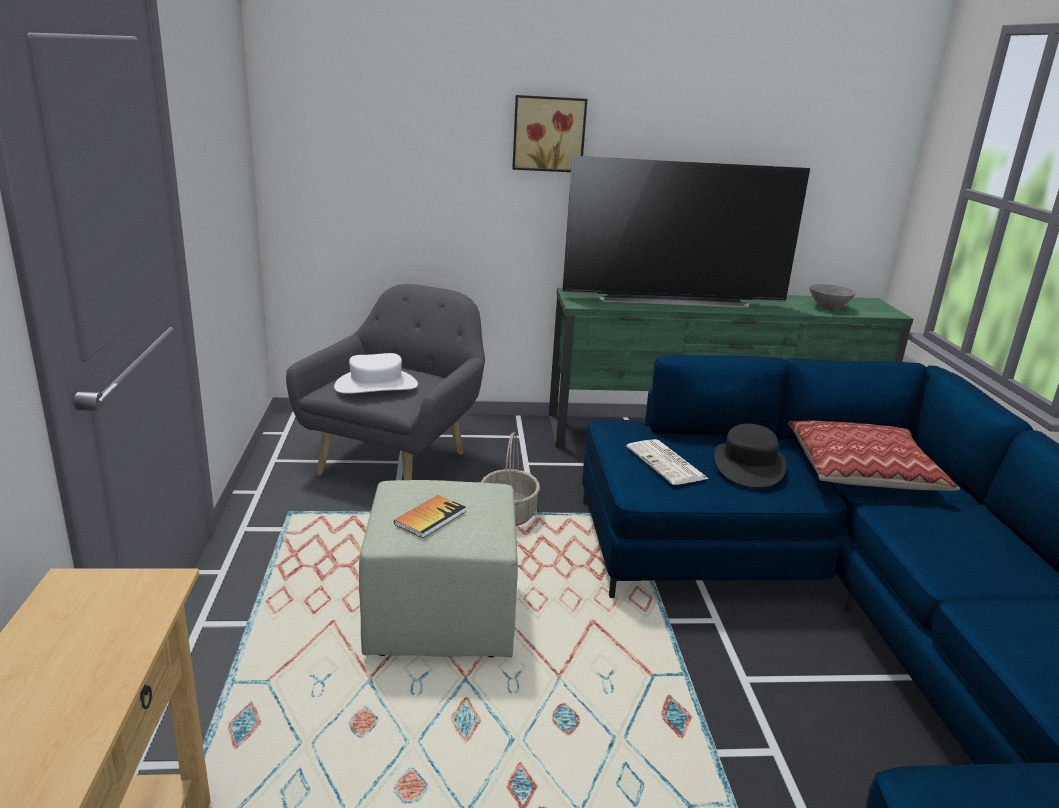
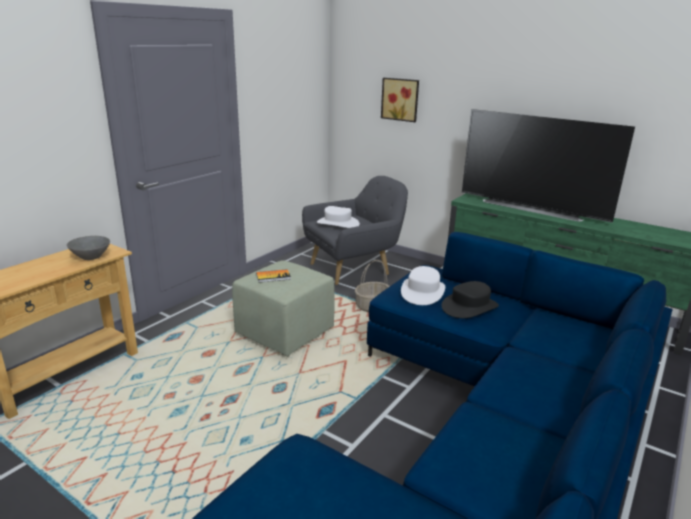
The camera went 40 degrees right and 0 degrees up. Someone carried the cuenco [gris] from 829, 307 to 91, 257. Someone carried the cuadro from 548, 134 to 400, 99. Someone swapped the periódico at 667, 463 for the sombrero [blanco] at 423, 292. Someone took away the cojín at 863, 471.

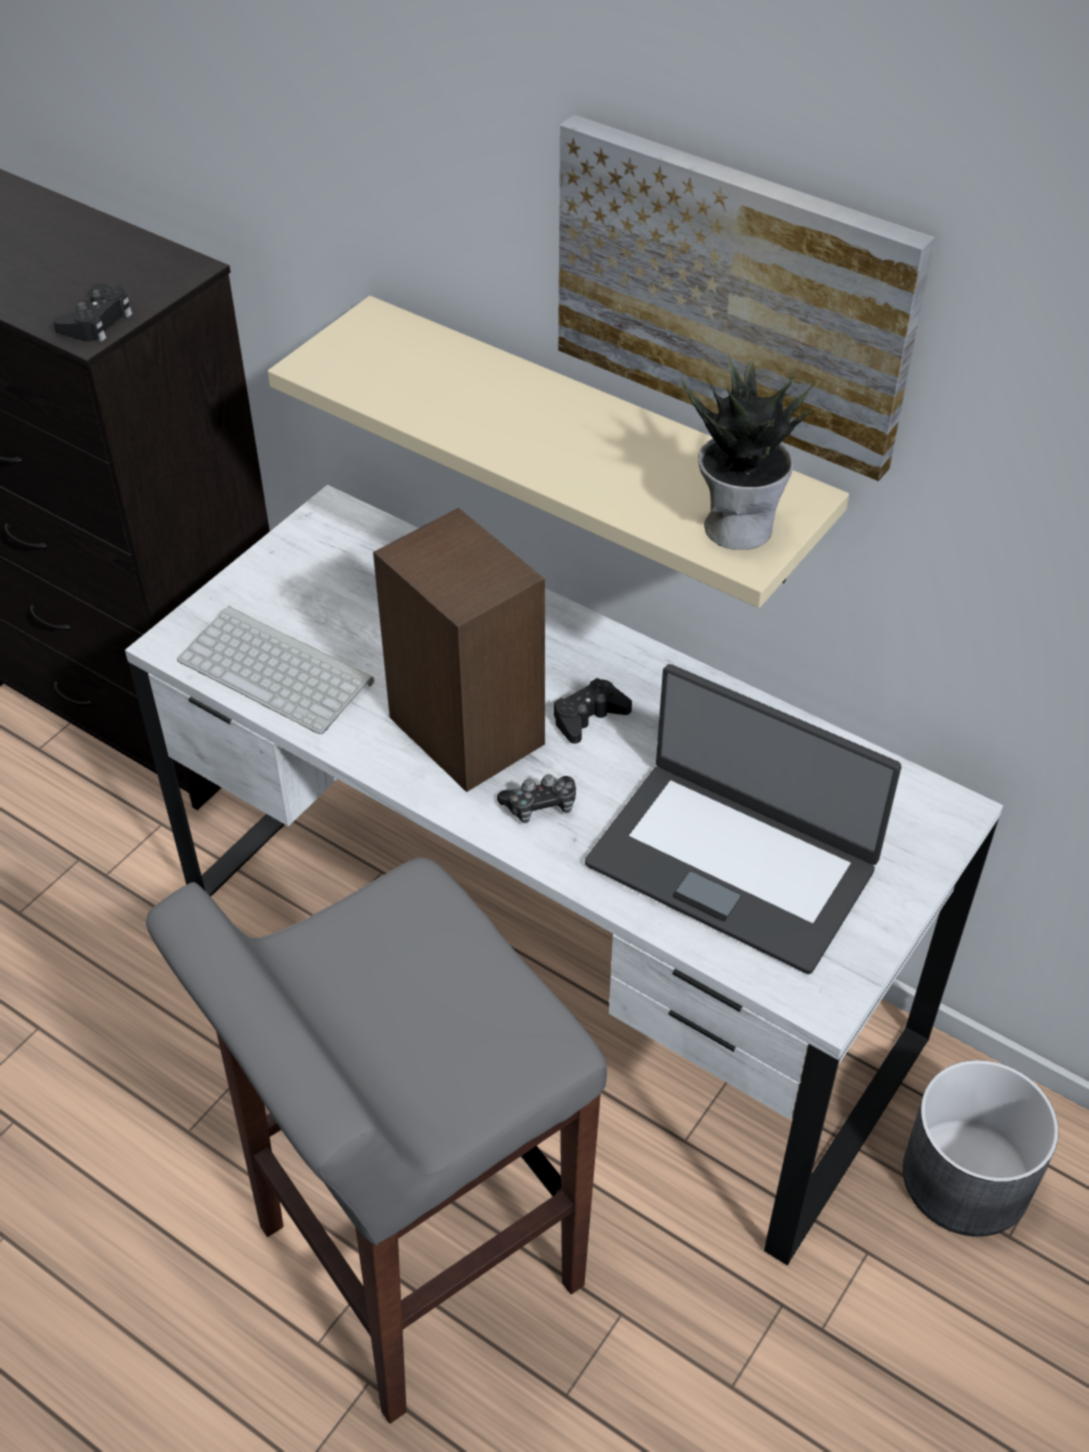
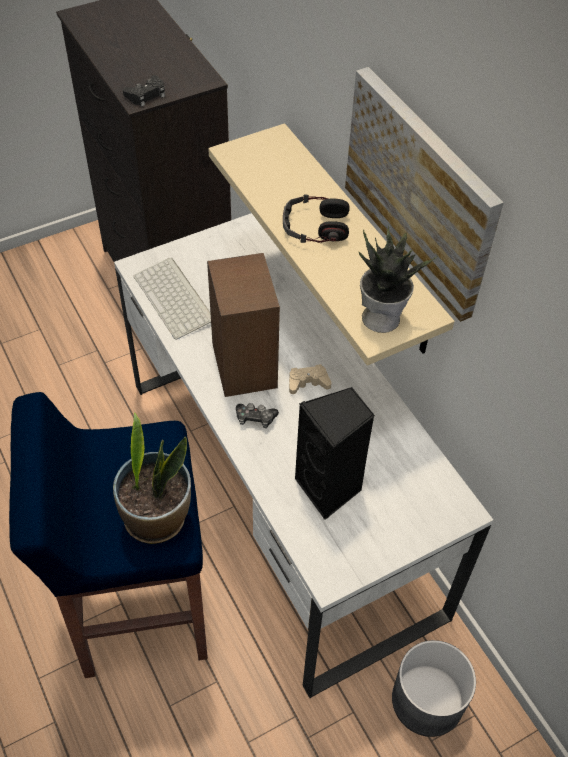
The camera went 25 degrees right and 5 degrees up. Someone repainted the taburete [gris] at 414, 1258, which became the taburete [azul] at 138, 608. Someone put down the planta en maceta at 157, 518. Someone put down the auriculares at 315, 227. Someone repainted the mando de consola [negro] at 588, 717, which became the mando de consola [beis] at 308, 382. Someone swapped the portátil at 732, 863 for the altavoz [negro] at 330, 489.

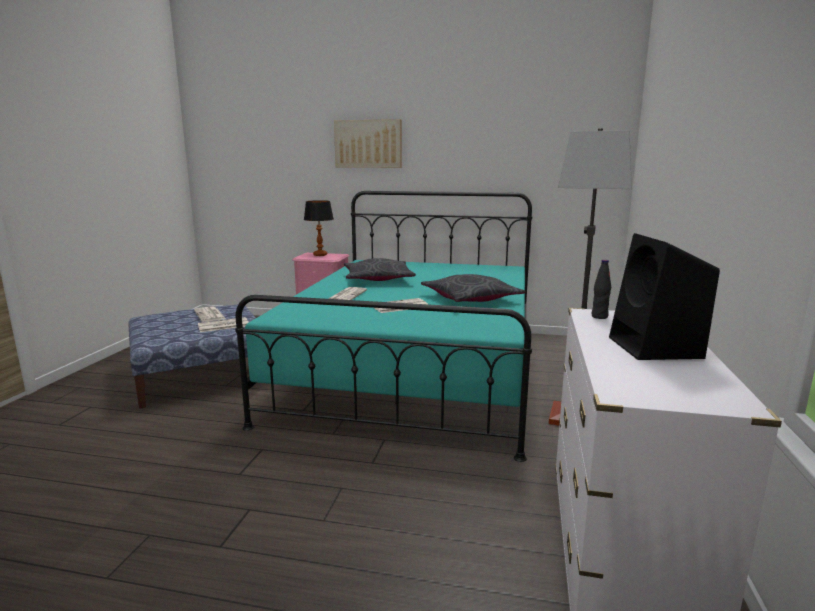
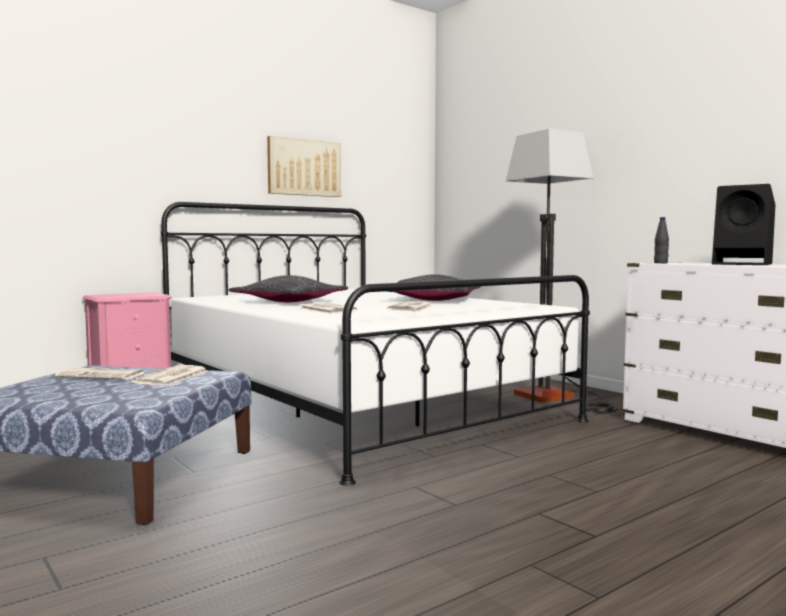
The camera went 50 degrees left and 10 degrees down. Someone repainted the cama [turquesa] at 414, 371, which became the cama [blanco] at 358, 406. Someone carried the cuadro from 368, 144 to 304, 168. Someone took away the lámpara de mesa at 320, 255.

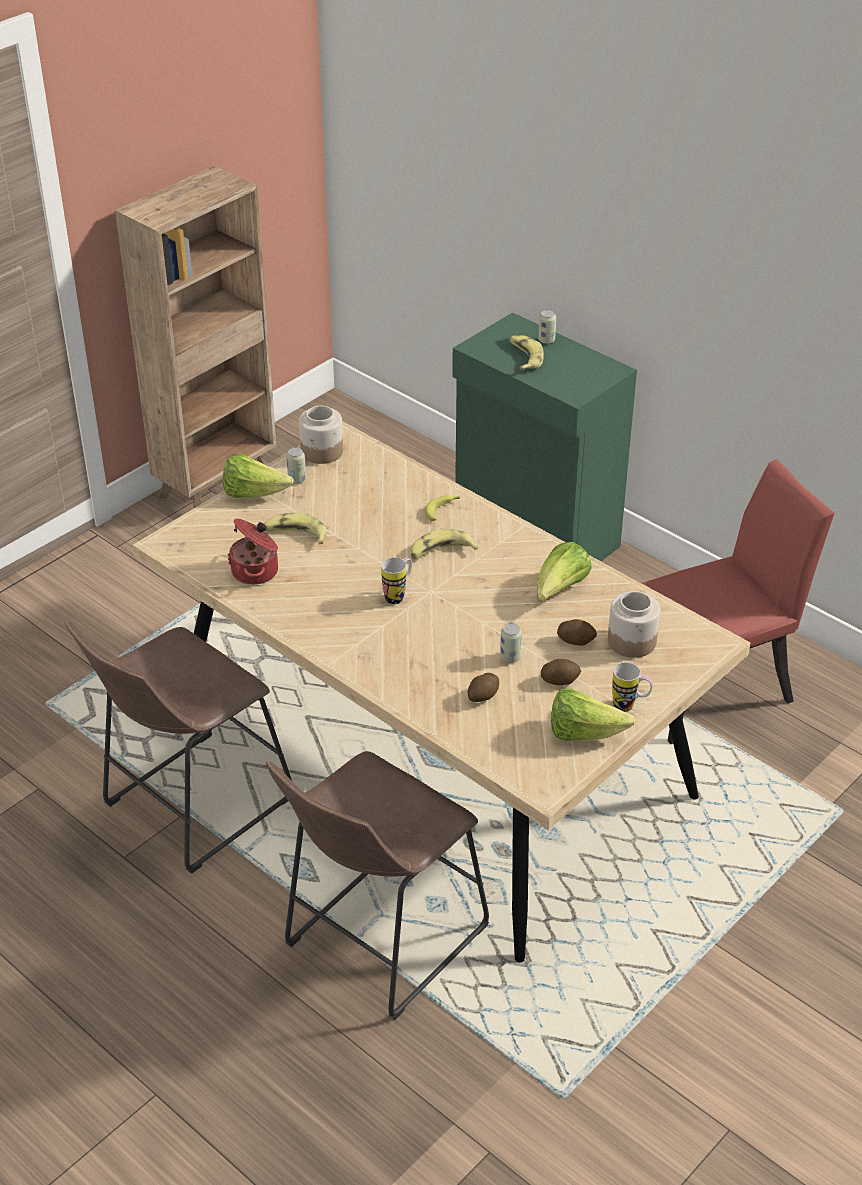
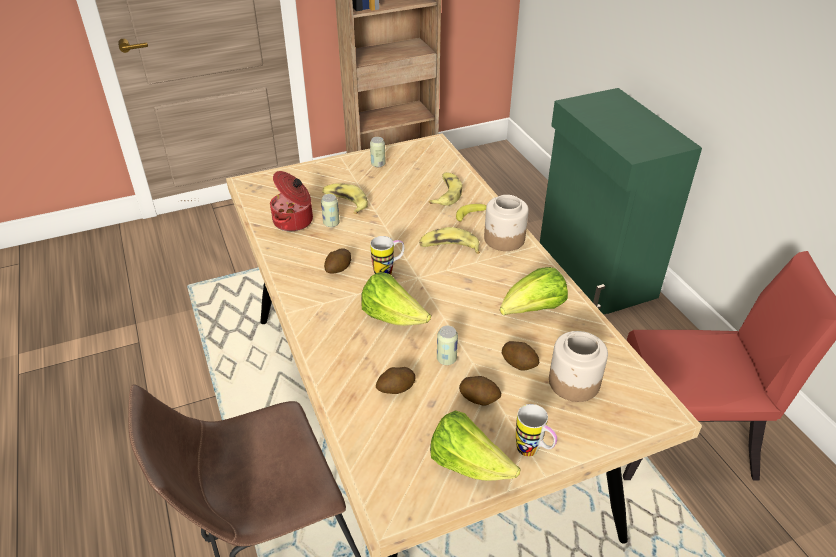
The camera went 25 degrees right and 0 degrees up. Someone carried the lata from 546, 340 to 331, 223. Someone put down the patata at 338, 269. Someone carried the lechuga from 253, 493 to 393, 317. Someone carried the plátano from 524, 357 to 445, 194. Someone carried the tarro from 322, 452 to 504, 239. Someone took away the taburete [marrón] at 190, 807.

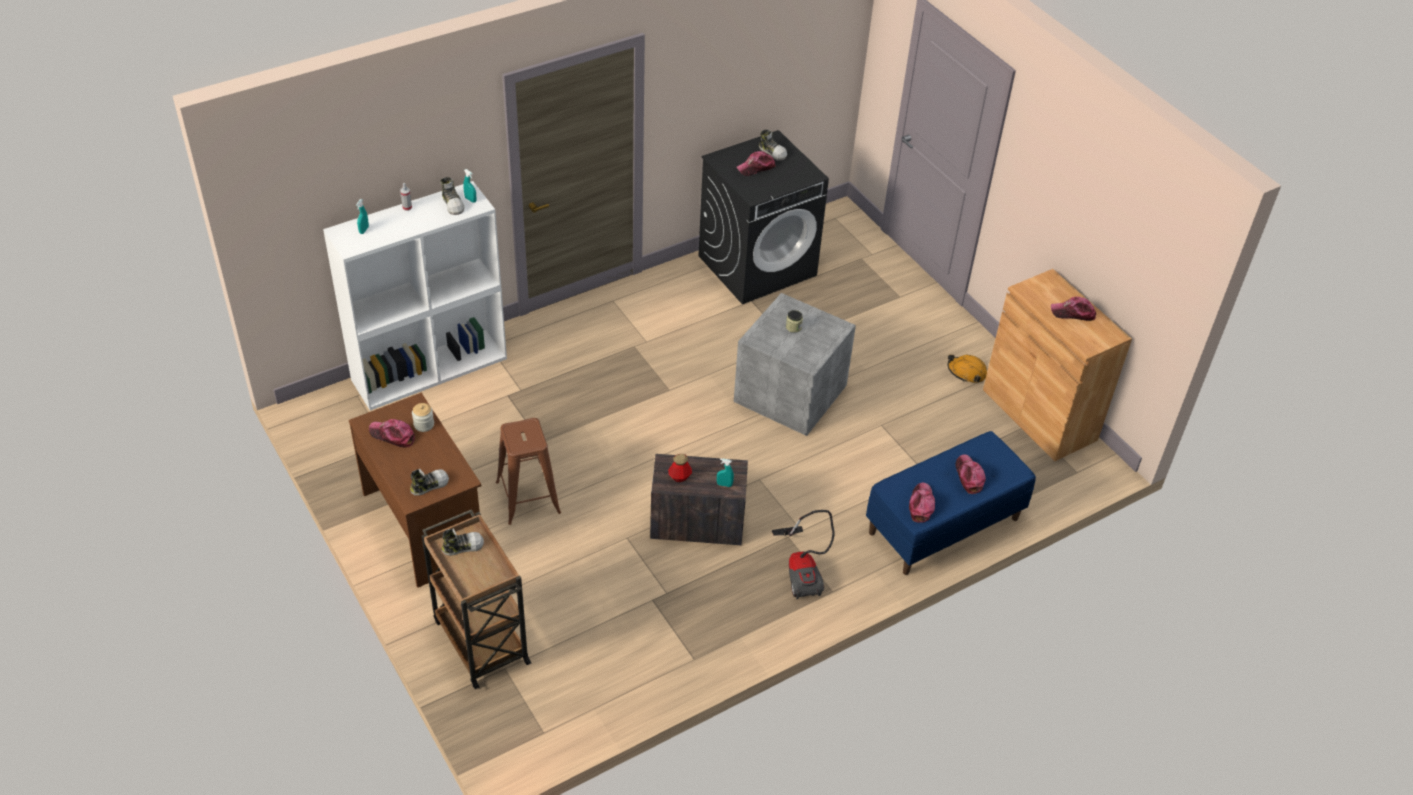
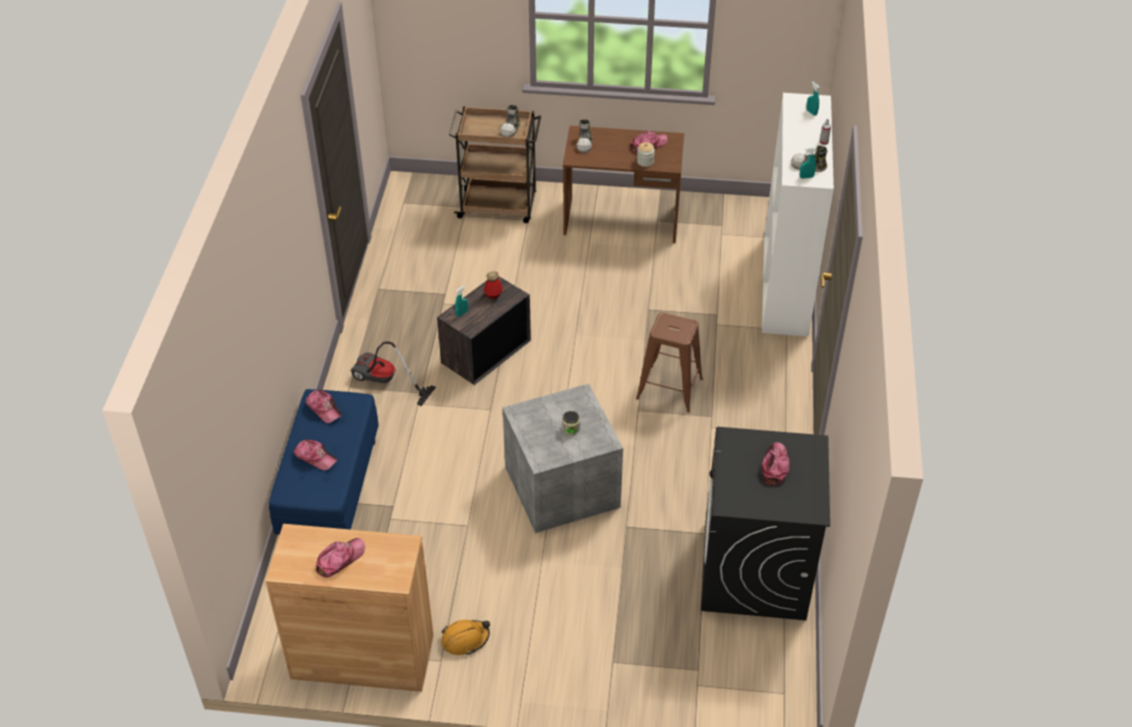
The camera went 130 degrees right and 0 degrees up. Someone carried the taburete [marrón] from 528, 497 to 670, 389. Someone took away the zapato at 772, 152.

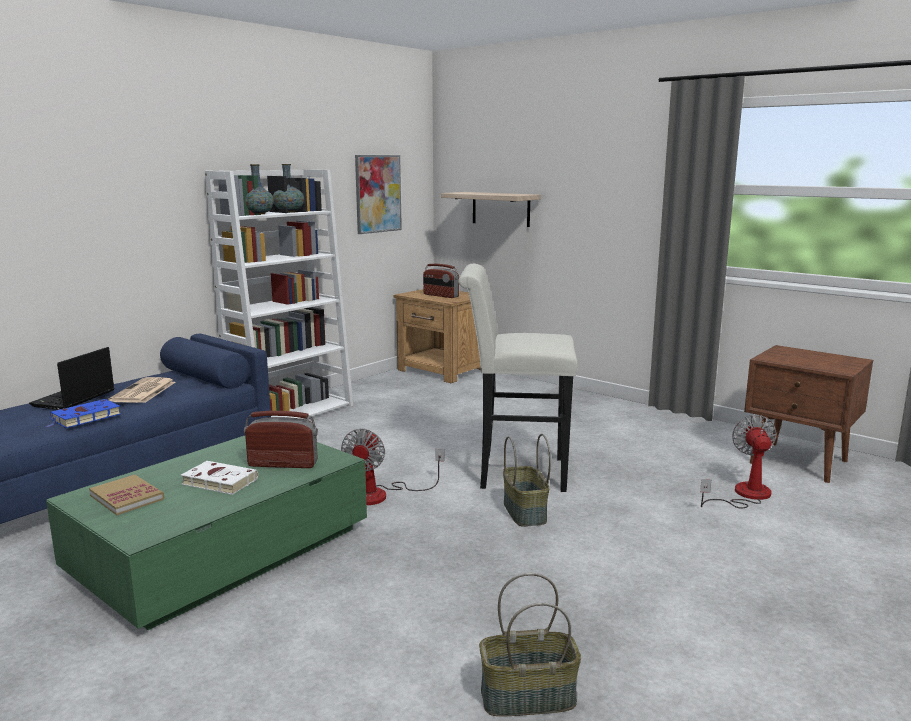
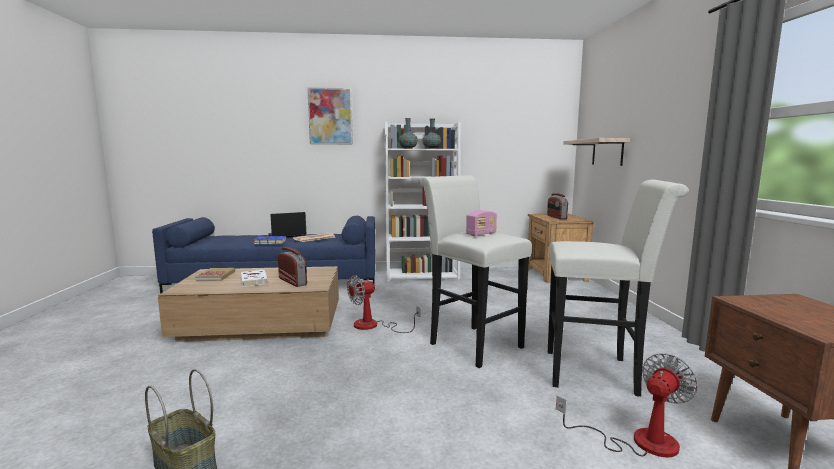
The camera went 45 degrees right and 5 degrees down. Someone repainted the mesa de centro [verde] at 223, 551, which became the mesa de centro [marrón] at 261, 323. Someone carried the cuadro from 378, 194 to 330, 116. Someone put down the radio at 481, 234. Someone put down the taburete [blanco] at 598, 373. Someone took away the cesta at 523, 512.

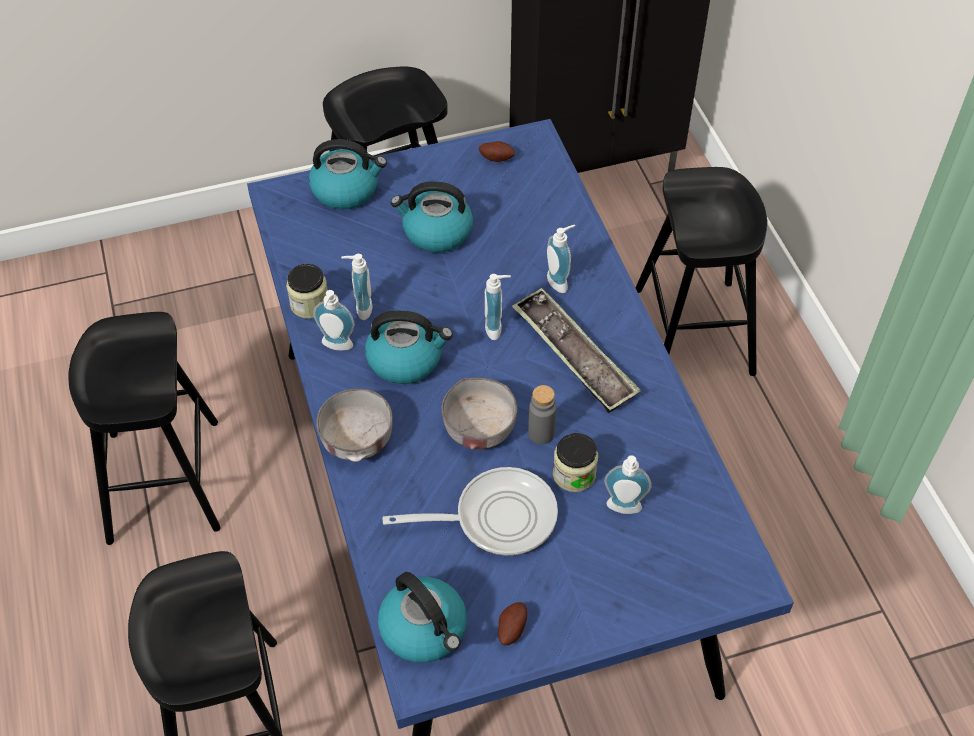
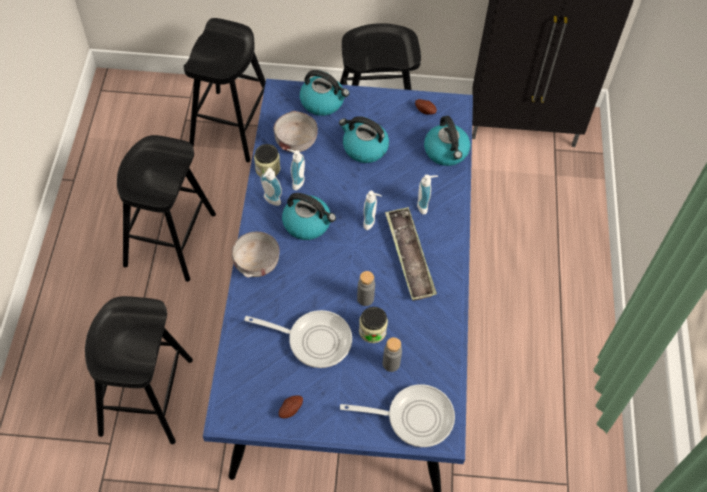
The camera went 20 degrees right and 5 degrees up. Someone carried the taburete [negro] from 693, 330 to 232, 125. Someone carried the cuenco [gris] from 479, 427 to 295, 141. Someone put down the sartén at 414, 417. Someone swapped the dispensador de jabón at 623, 510 for the botella [gris] at 391, 364. Someone carried the hervidor from 425, 629 to 446, 152.

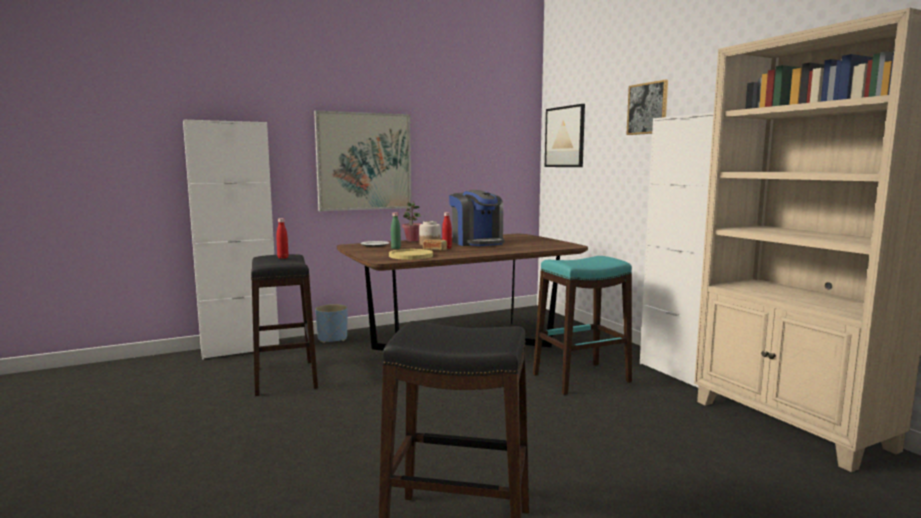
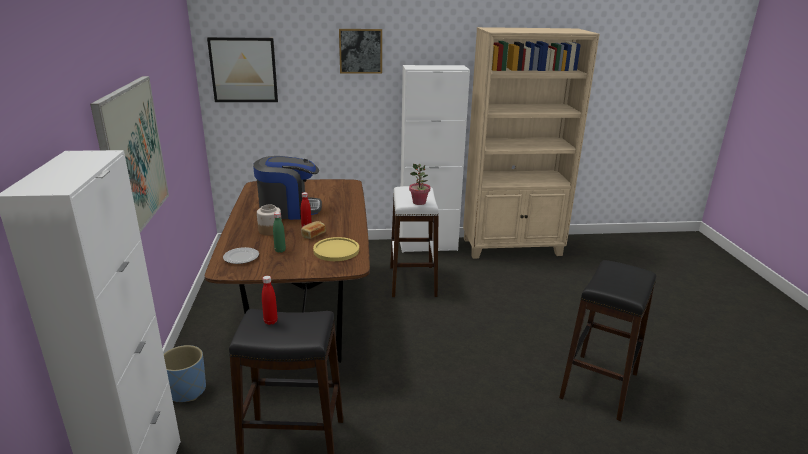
The camera went 70 degrees left and 15 degrees up. Someone repainted the taburete [turquesa] at 581, 378, which became the taburete [blanco] at 413, 281. Someone carried the planta en maceta from 412, 240 to 419, 202.

